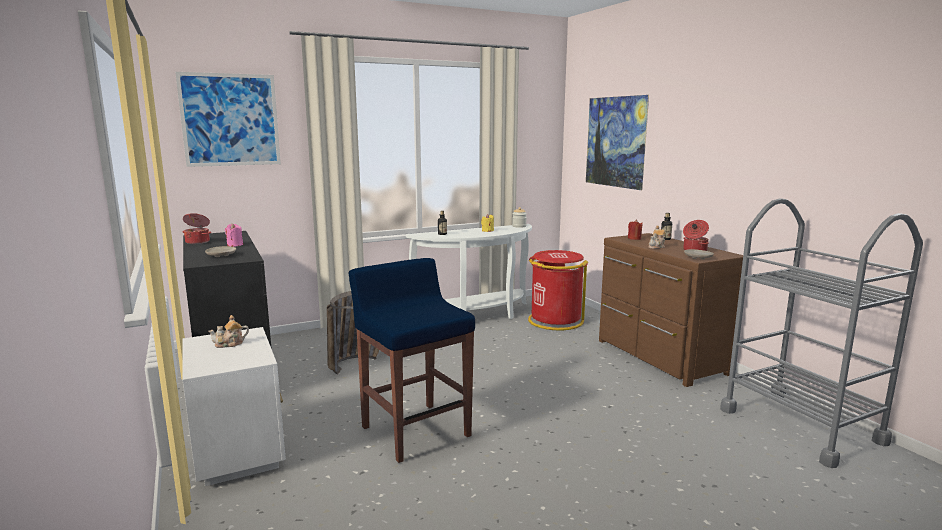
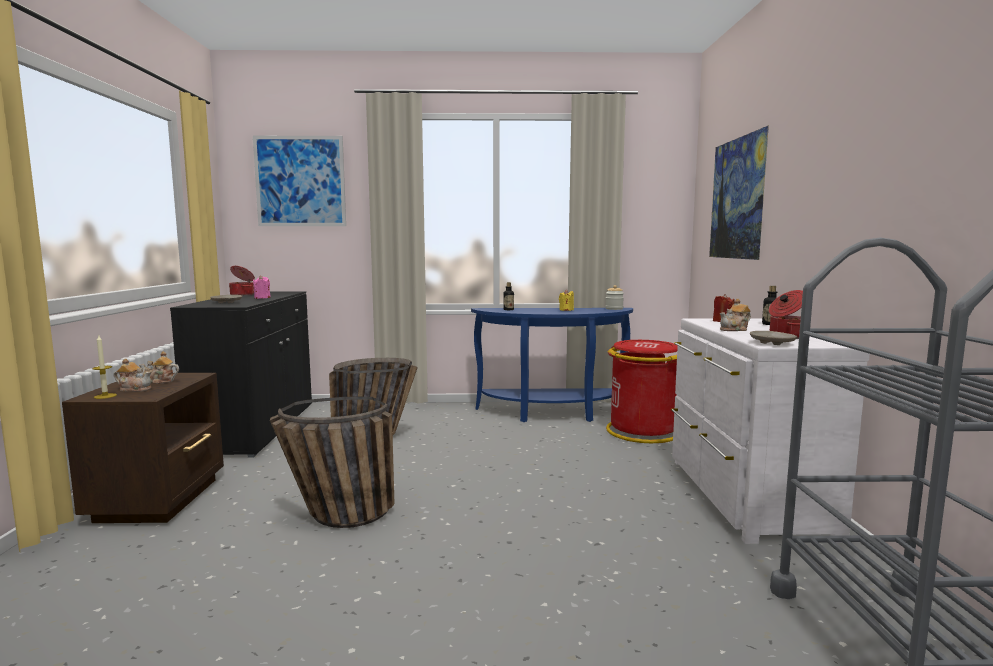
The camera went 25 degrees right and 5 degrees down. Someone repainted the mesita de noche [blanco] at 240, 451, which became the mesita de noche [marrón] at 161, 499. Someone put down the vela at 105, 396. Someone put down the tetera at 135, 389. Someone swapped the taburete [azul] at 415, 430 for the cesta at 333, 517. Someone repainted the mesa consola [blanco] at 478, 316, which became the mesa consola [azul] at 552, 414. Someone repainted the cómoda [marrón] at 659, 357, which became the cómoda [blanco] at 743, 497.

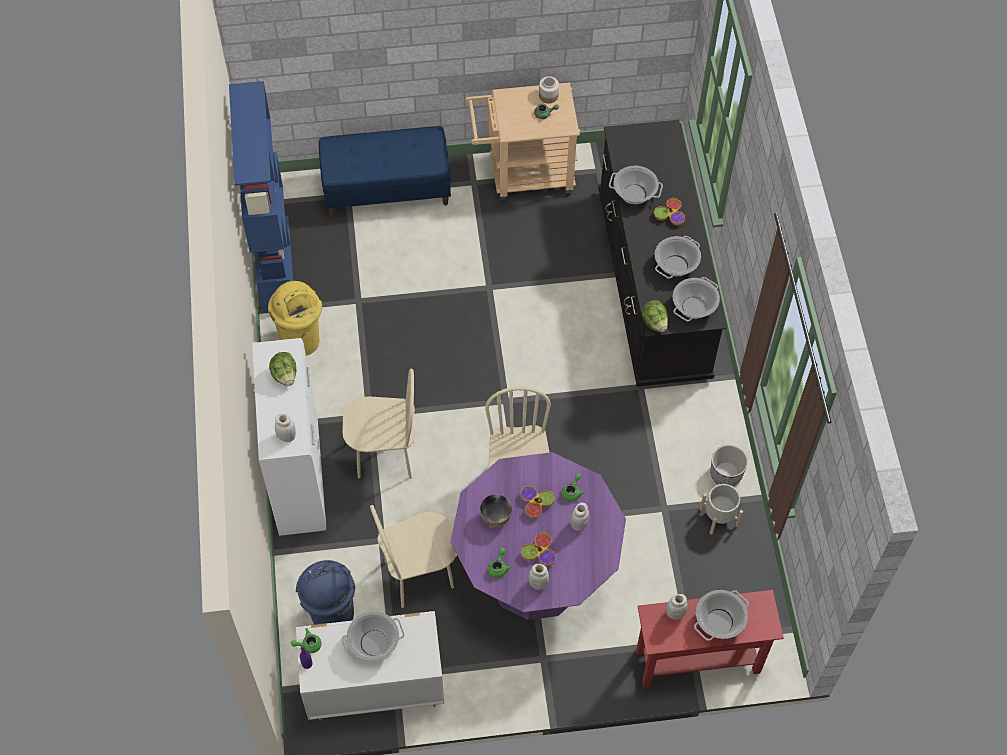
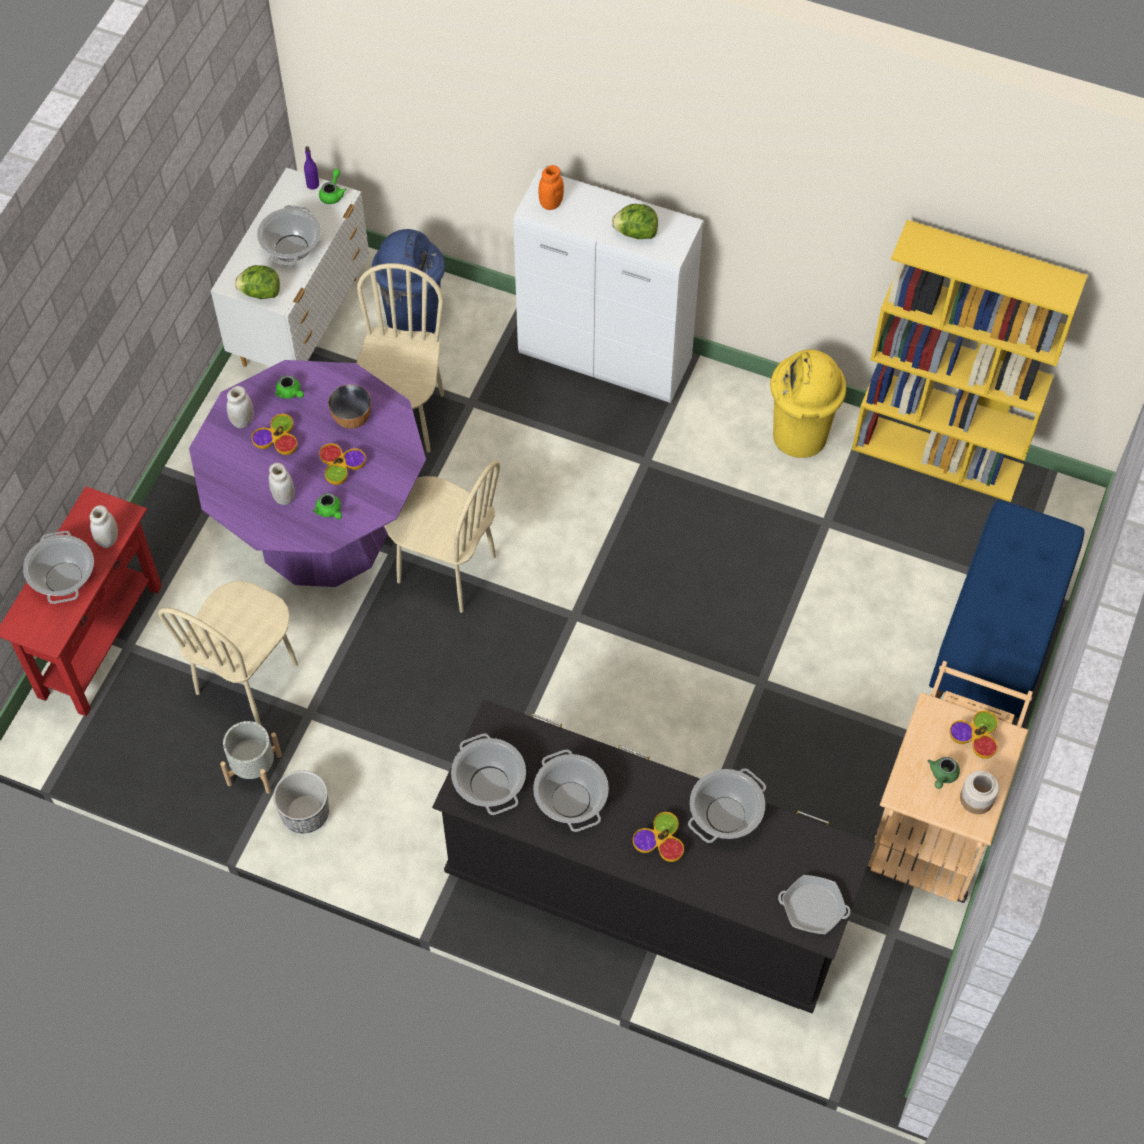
The camera went 120 degrees right and 0 degrees up. Someone carried the silla [beis] from 385, 456 to 247, 679. Someone carried the lechuga from 654, 322 to 260, 293. Someone repainted the tarro [blanco] at 286, 437, which became the tarro [naranja] at 551, 203. Someone put down the sartén at 813, 908. Someone repainted the estantería [azul] at 275, 263, which became the estantería [amarillo] at 938, 457. Someone put down the cuenco at 975, 738.

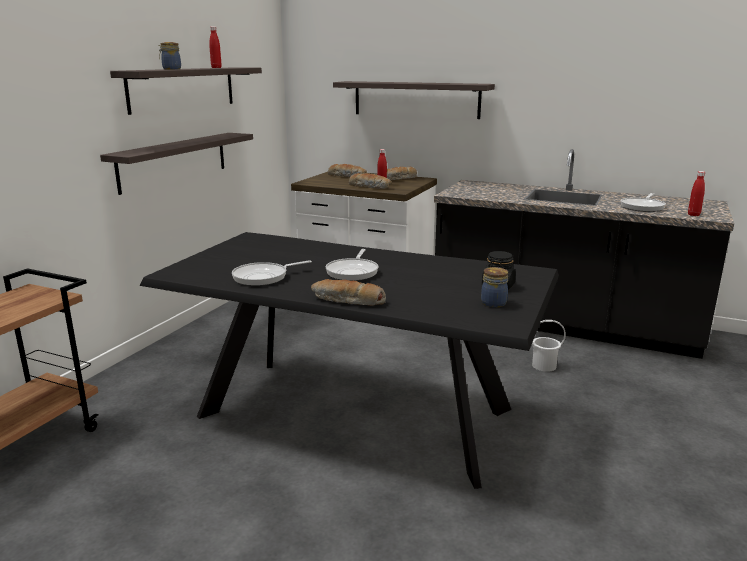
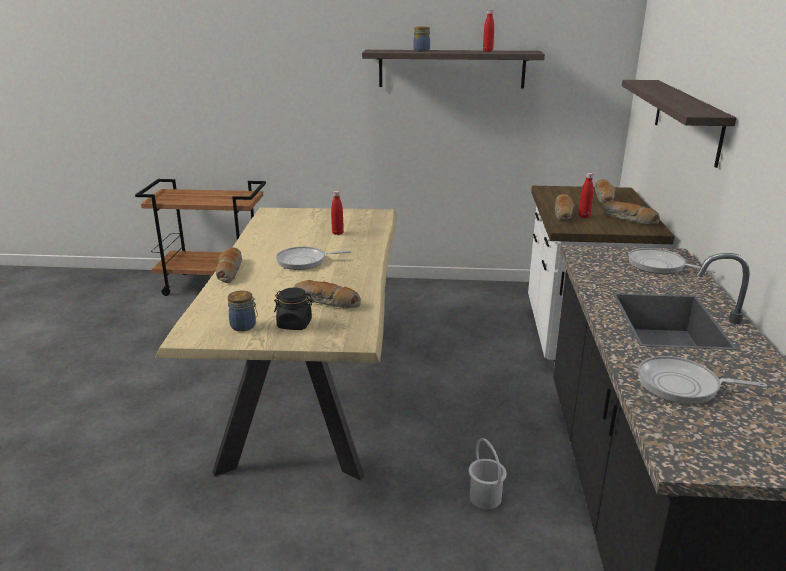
The camera went 70 degrees right and 5 degrees up. Someone repainted the mesa de comedor [negro] at 355, 413, which became the mesa de comedor [beis] at 311, 388. Someone put down the pan at 326, 302. Someone carried the botella [rojo] from 693, 215 to 337, 233. Someone carried the sartén from 263, 277 to 659, 266. Someone took away the estante at 174, 161.

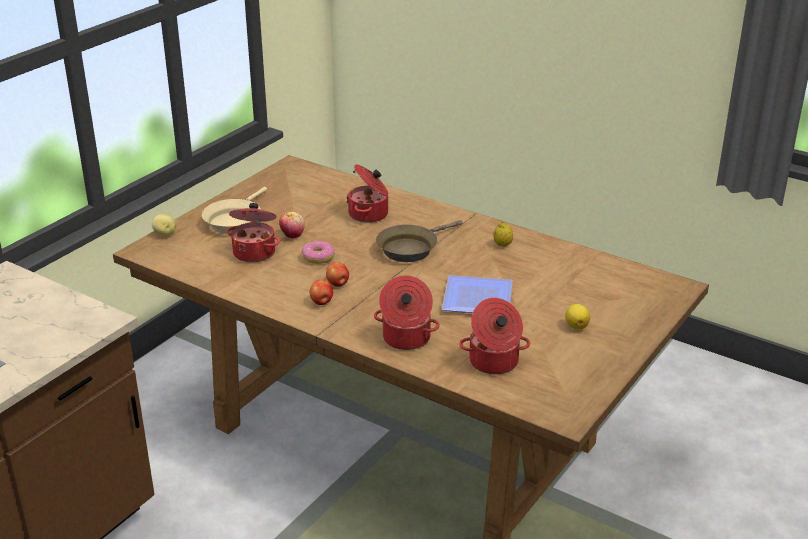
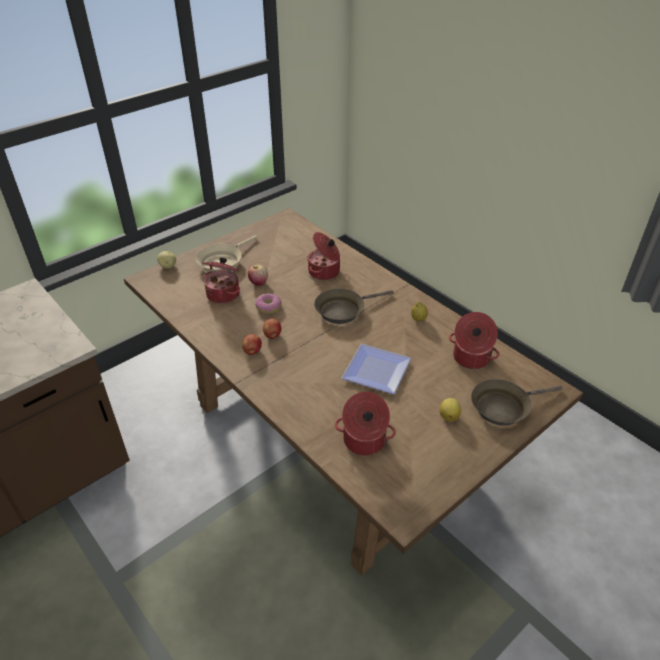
The camera went 15 degrees right and 10 degrees up. Someone carried the olla from 405, 339 to 470, 358. Someone put down the sartén [marrón] at 503, 407.

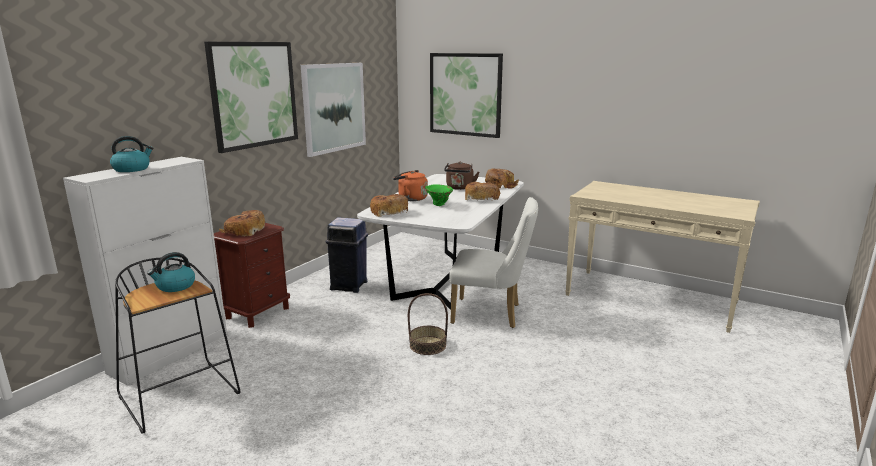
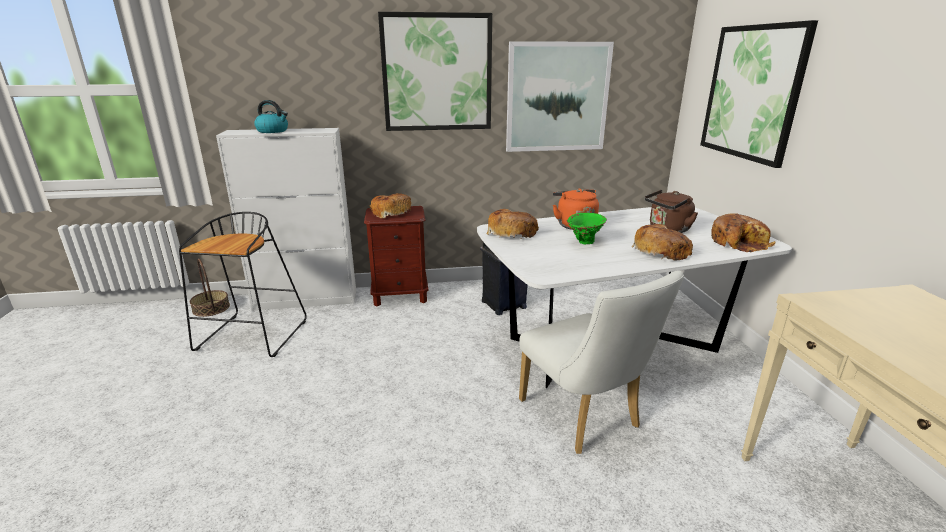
The camera went 50 degrees right and 5 degrees up. Someone carried the cesta from 428, 345 to 211, 308. Someone took away the hervidor at 175, 286.

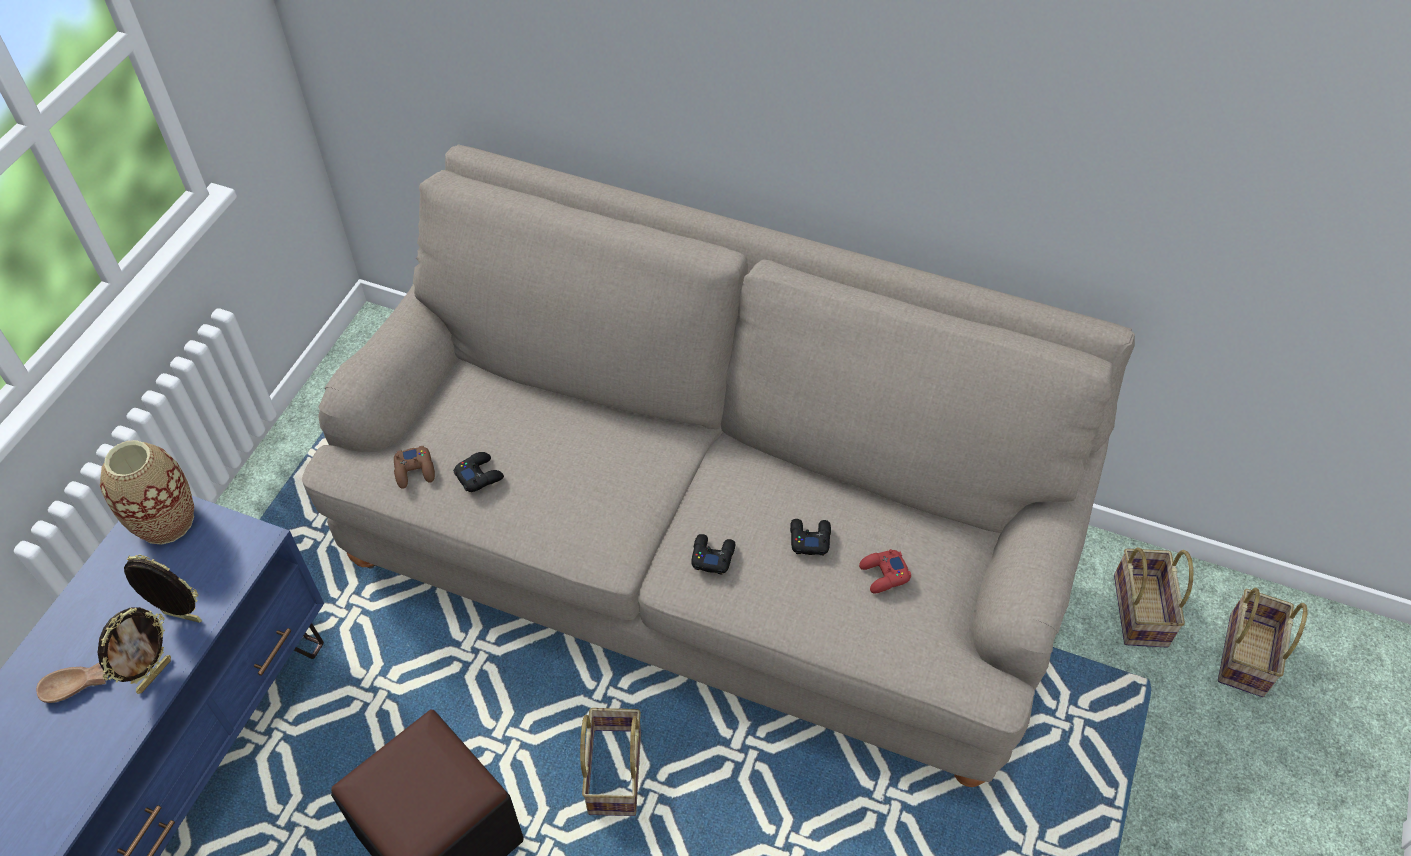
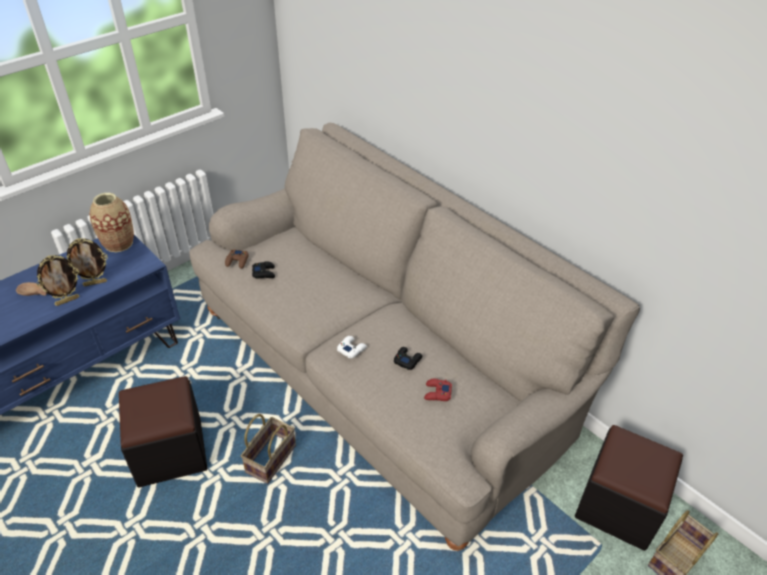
The camera went 25 degrees right and 10 degrees down. Someone rotated the portarretratos at 181, 618 by 120 degrees clockwise. Someone repainted the mando de consola [negro] at 712, 556, which became the mando de consola [blanco] at 351, 349. Someone swapped the cesta at 1142, 612 for the puf [negro] at 618, 506.

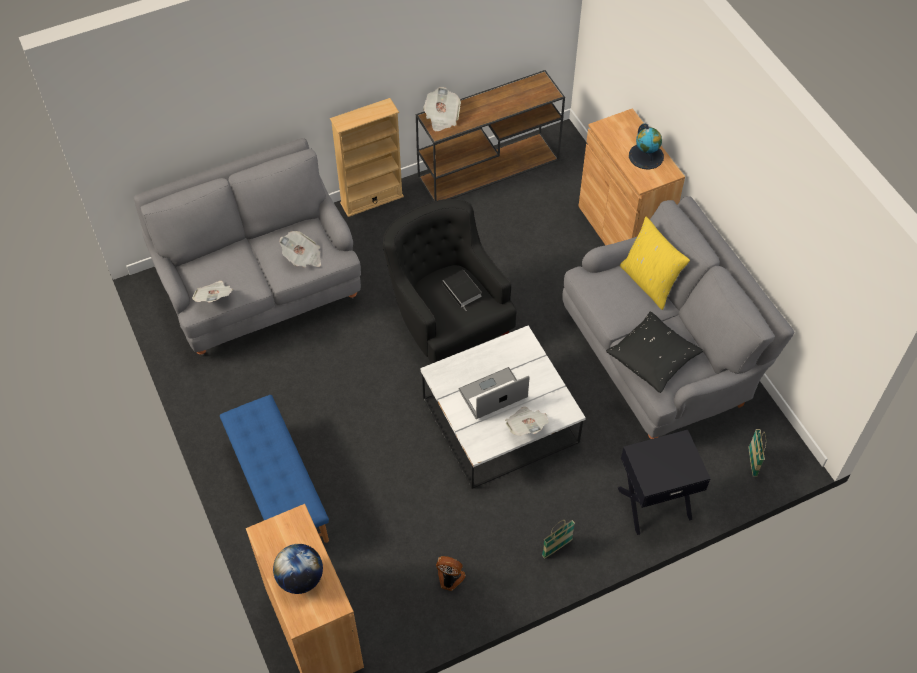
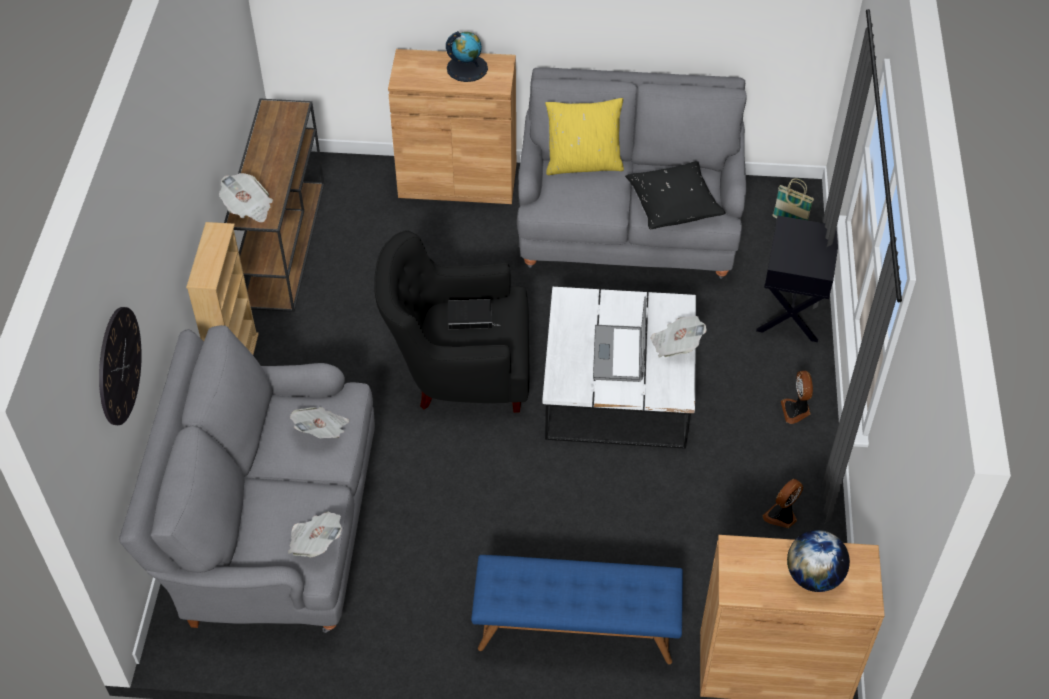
The camera went 60 degrees left and 5 degrees down. Someone put up the reloj de pared at 119, 366. Someone swapped the cesta at 556, 548 for the ventilador at 796, 410.

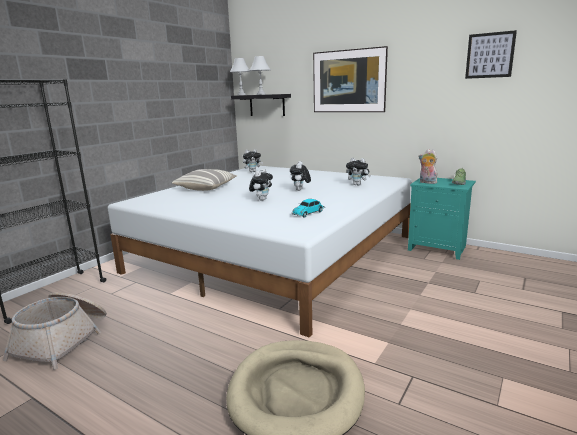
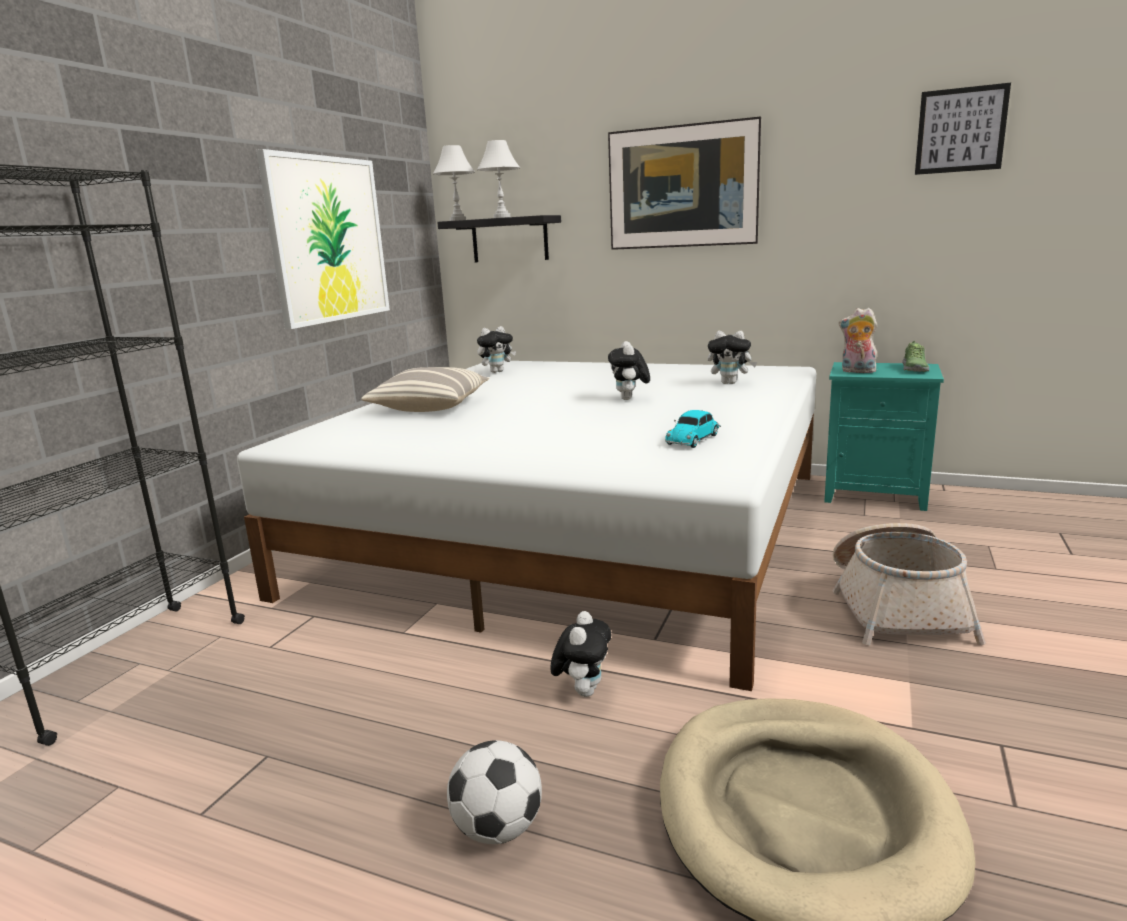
The camera went 10 degrees left and 0 degrees up. Someone put up the cuadro at 328, 240. Someone put down the balón de fútbol at 498, 829. Someone carried the peluche from 261, 199 to 583, 690. Someone carried the cesta from 63, 340 to 896, 607.

